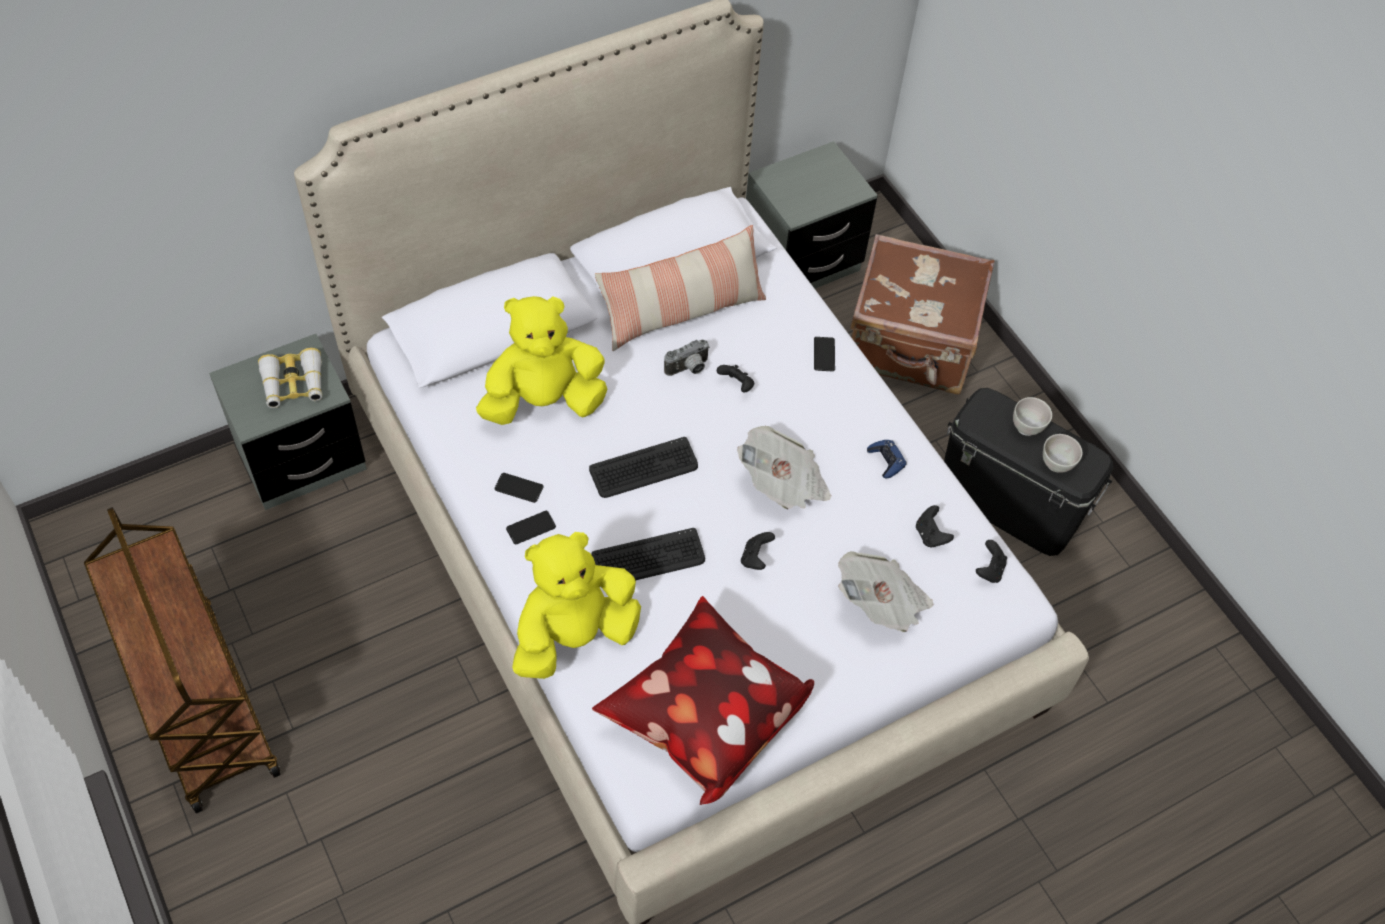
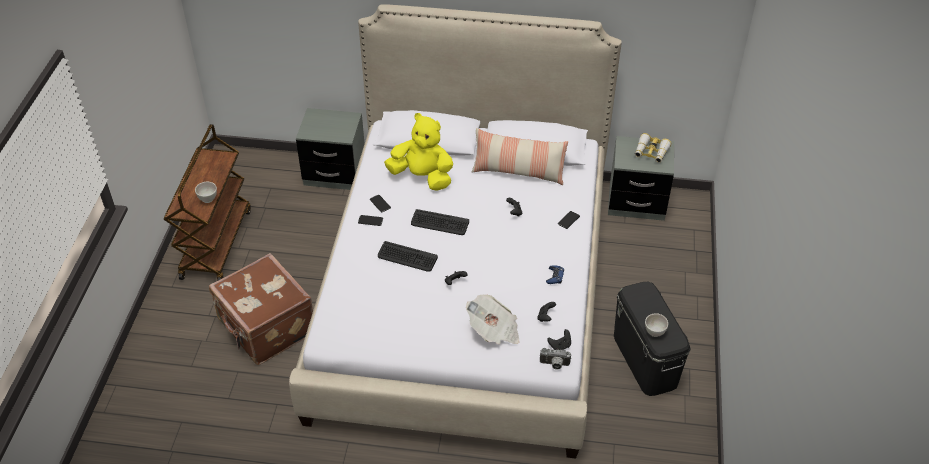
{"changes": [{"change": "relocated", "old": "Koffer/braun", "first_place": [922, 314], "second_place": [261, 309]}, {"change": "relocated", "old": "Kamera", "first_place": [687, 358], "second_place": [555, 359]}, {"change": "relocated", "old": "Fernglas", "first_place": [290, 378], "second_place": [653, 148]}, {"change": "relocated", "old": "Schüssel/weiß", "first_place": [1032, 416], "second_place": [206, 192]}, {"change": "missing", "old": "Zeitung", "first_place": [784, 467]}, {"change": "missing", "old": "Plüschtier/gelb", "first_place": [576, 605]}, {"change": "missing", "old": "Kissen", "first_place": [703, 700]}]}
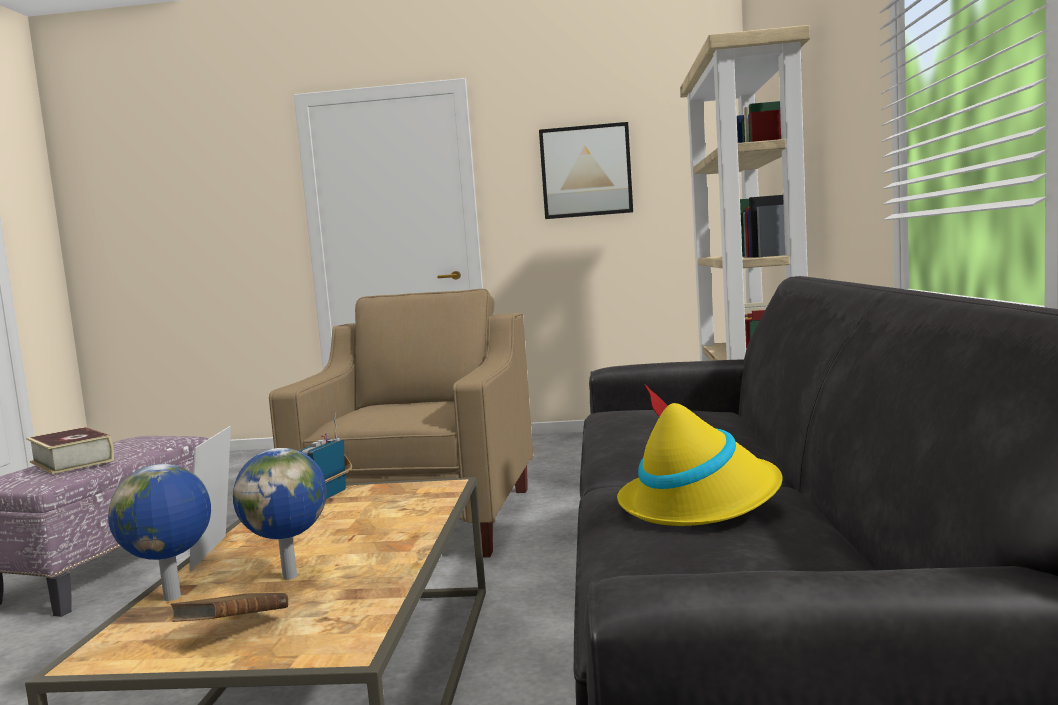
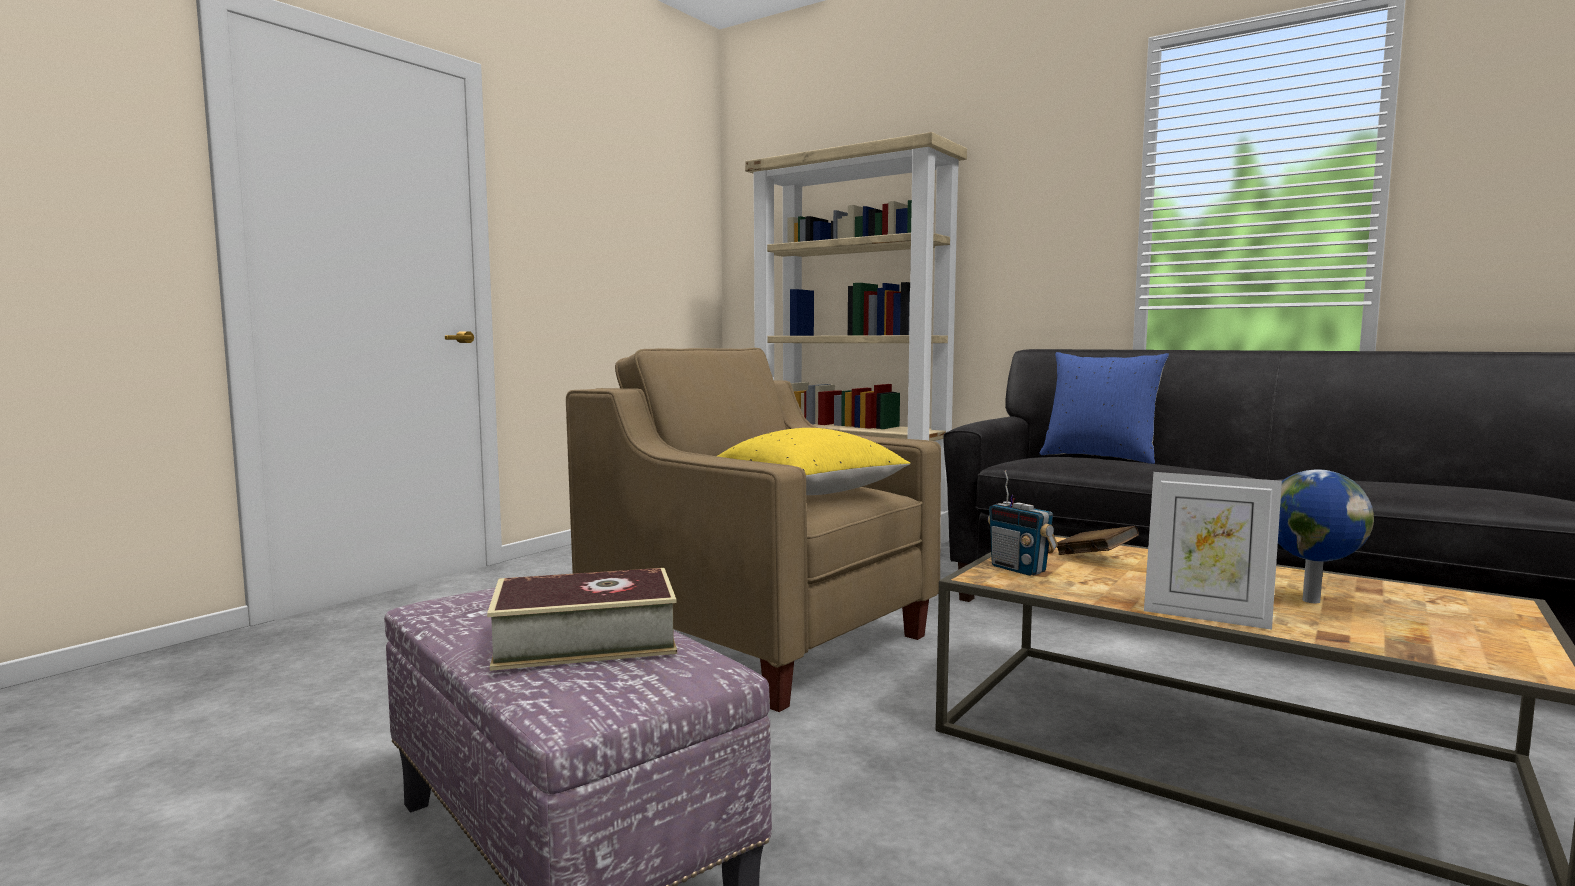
{"changes": [{"change": "missing", "old": "Bild", "first_place": [586, 170]}, {"change": "missing", "old": "Hut/gelb", "first_place": [700, 455]}, {"change": "missing", "old": "Globus", "first_place": [159, 532]}, {"change": "relocated", "old": "Buch/braun", "first_place": [229, 607], "second_place": [1098, 540]}, {"change": "appeared", "new": "Kissen/blau", "second_place": [1104, 408]}, {"change": "appeared", "new": "Kissen/gelb", "second_place": [813, 461]}]}
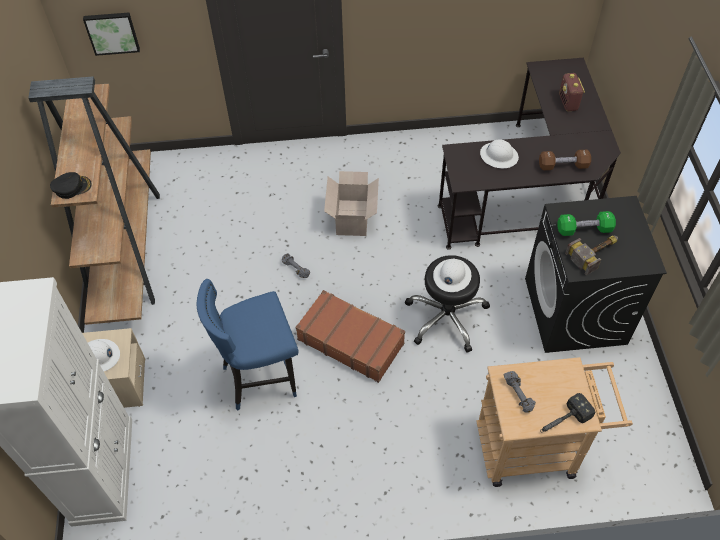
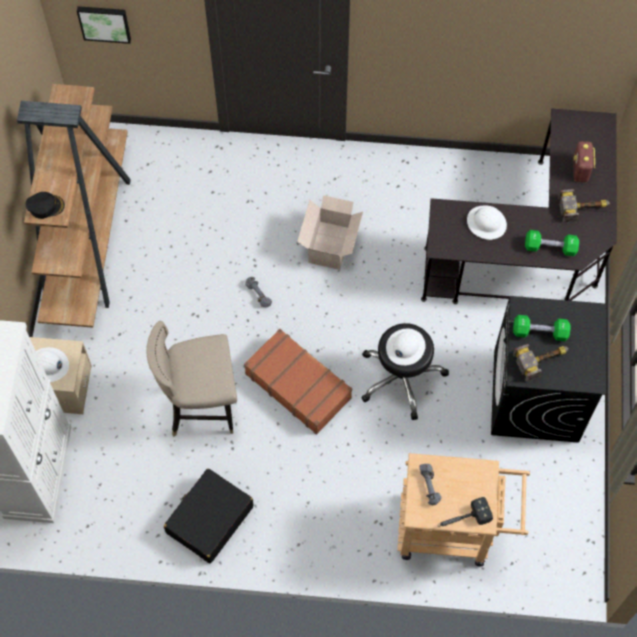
{"changes": [{"change": "colour", "old": "Hantel/braun", "new": "Hantel/grün", "first_place": [565, 160], "second_place": [552, 243]}, {"change": "colour", "old": "Hocker/blau", "new": "Hocker/beige", "first_place": [247, 345], "second_place": [191, 379]}, {"change": "appeared", "new": "Hammer", "second_place": [584, 206]}, {"change": "appeared", "new": "Koffer/schwarz", "second_place": [209, 515]}]}
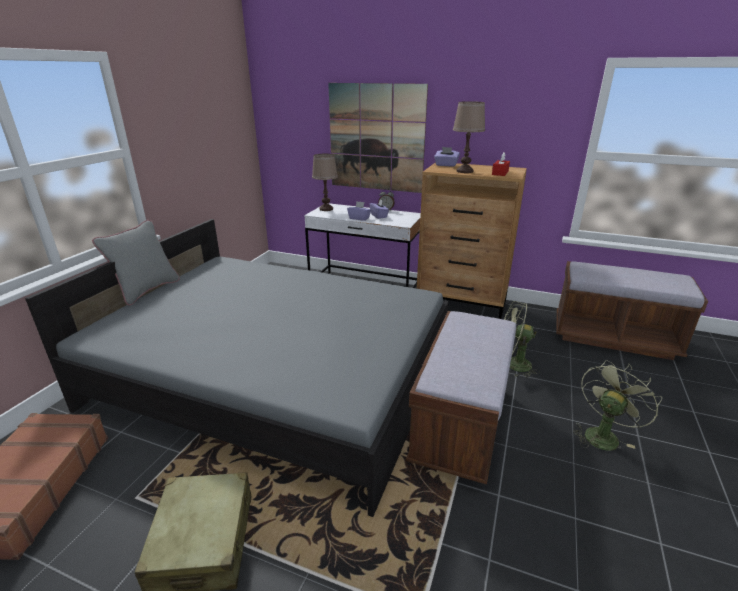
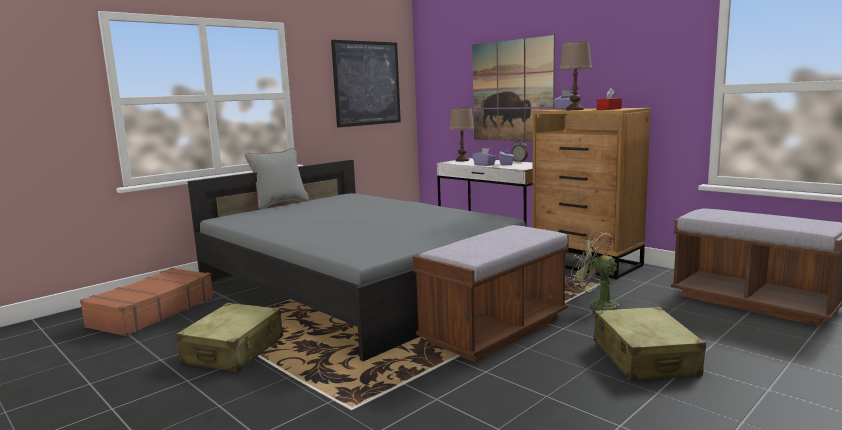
{"changes": [{"change": "exchanged", "old": "Ventilator/grün", "new": "Koffer/beige", "first_place": [617, 405], "second_place": [650, 343]}, {"change": "appeared", "new": "Bild", "second_place": [366, 83]}]}
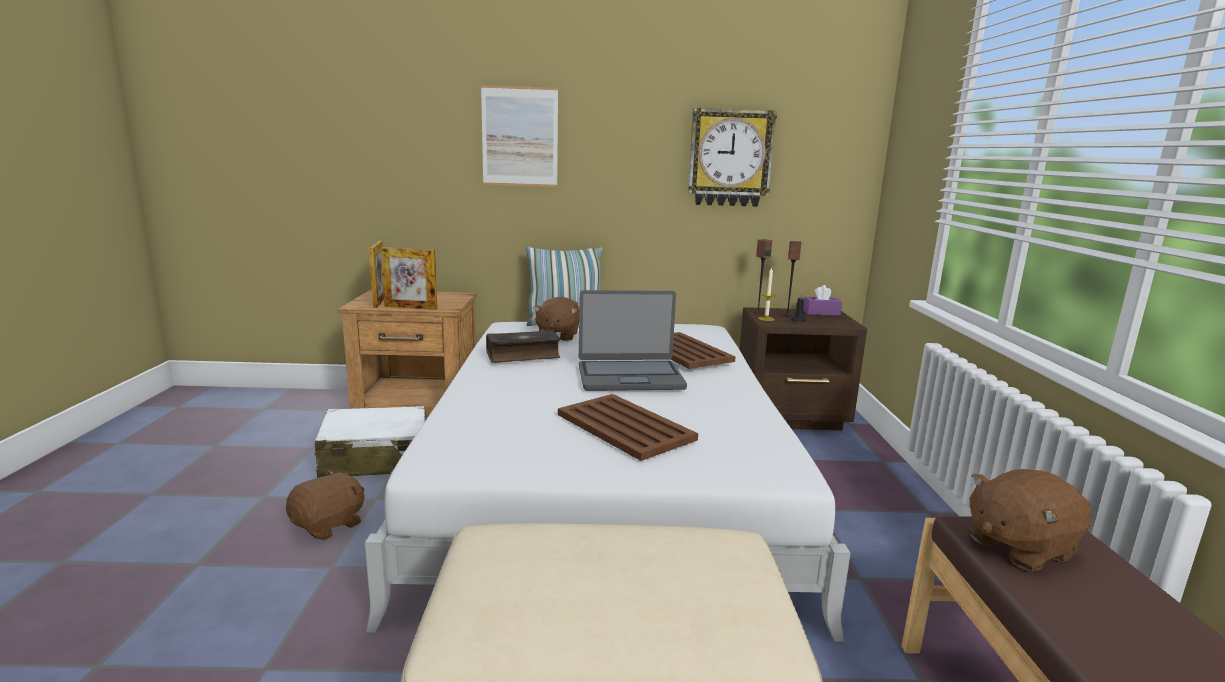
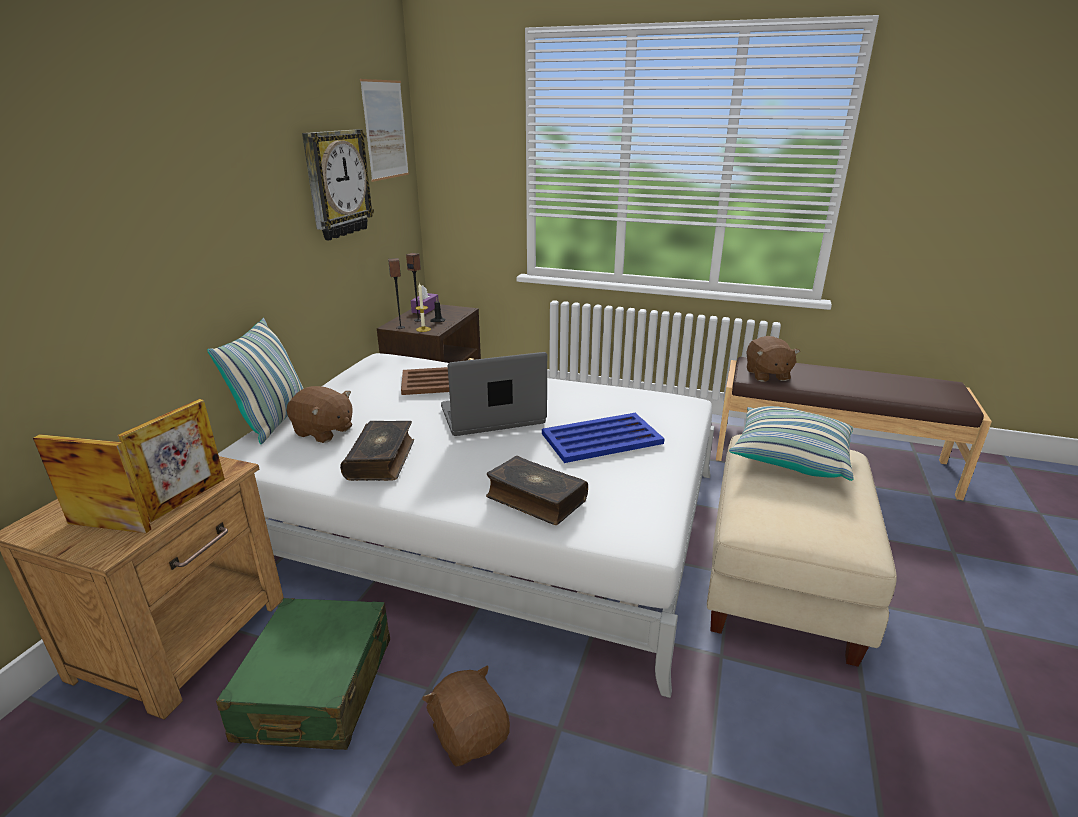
{"changes": [{"change": "relocated", "old": "Bild", "first_place": [519, 136], "second_place": [384, 130]}, {"change": "spun", "old": "Laptop", "first_place": [633, 340], "second_place": [494, 394], "degrees": -120}, {"change": "colour", "old": "Tablett/braun", "new": "Tablett/blau", "first_place": [628, 427], "second_place": [603, 438]}, {"change": "colour", "old": "Koffer/weiß", "new": "Koffer/grün", "first_place": [369, 442], "second_place": [303, 674]}, {"change": "appeared", "new": "Kissen", "second_place": [791, 443]}, {"change": "appeared", "new": "Buch", "second_place": [537, 490]}]}
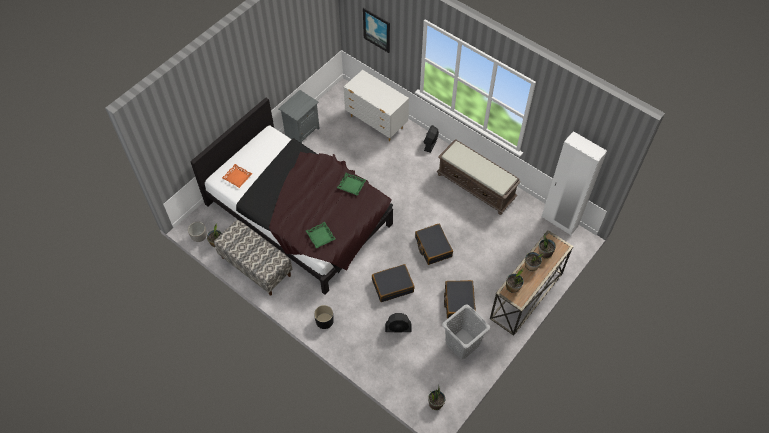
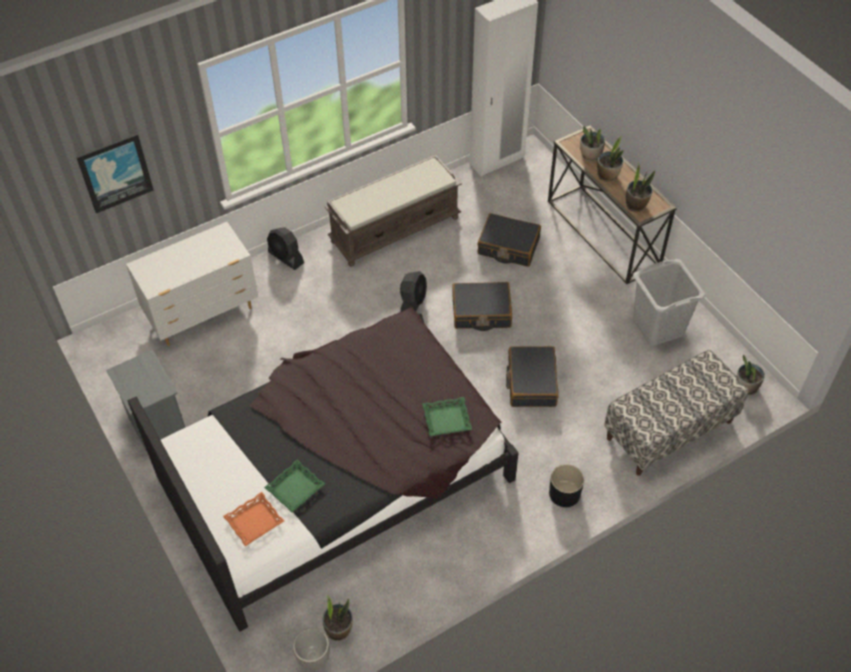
{"changes": [{"change": "relocated", "old": "Tablett/grün", "first_place": [351, 184], "second_place": [294, 485]}, {"change": "relocated", "old": "Bank", "first_place": [253, 258], "second_place": [676, 413]}, {"change": "relocated", "old": "Koffer/schwarz", "first_place": [460, 299], "second_place": [509, 240]}, {"change": "relocated", "old": "Ventilator/schwarz", "first_place": [398, 323], "second_place": [413, 291]}]}
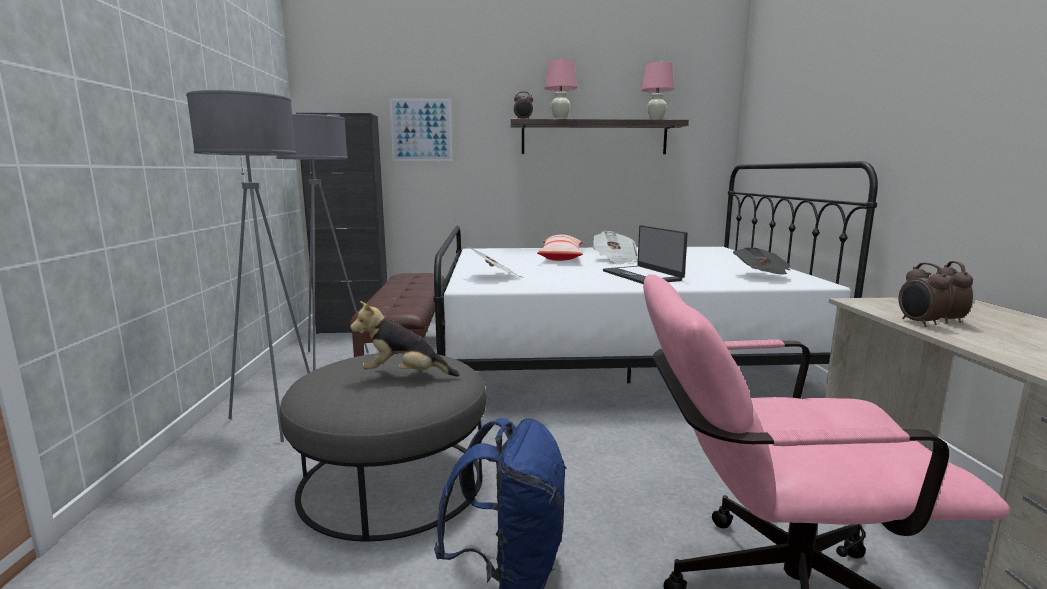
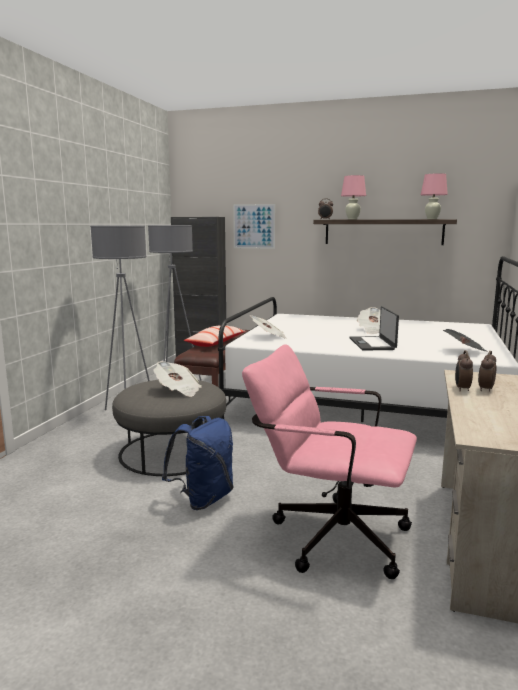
{"changes": [{"change": "relocated", "old": "Kissen", "first_place": [560, 247], "second_place": [214, 336]}, {"change": "exchanged", "old": "Plüschtier", "new": "Zeitung", "first_place": [405, 338], "second_place": [177, 379]}]}
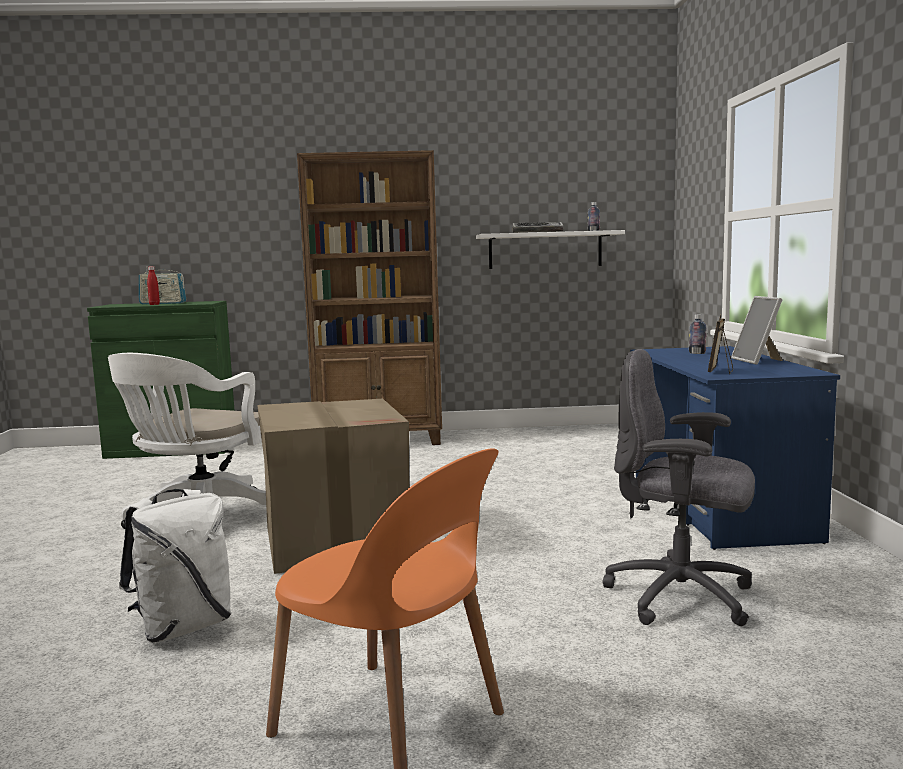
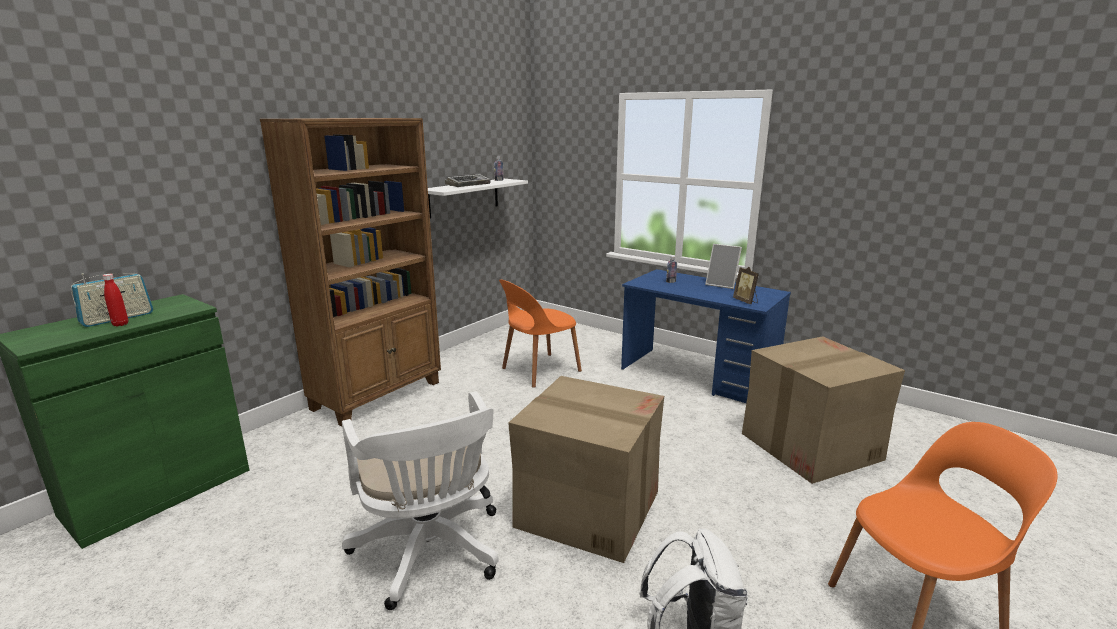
{"changes": [{"change": "exchanged", "old": "Bürostuhl/grau", "new": "Karton", "first_place": [679, 487], "second_place": [823, 410]}, {"change": "appeared", "new": "Stuhl/orange", "second_place": [540, 333]}]}
